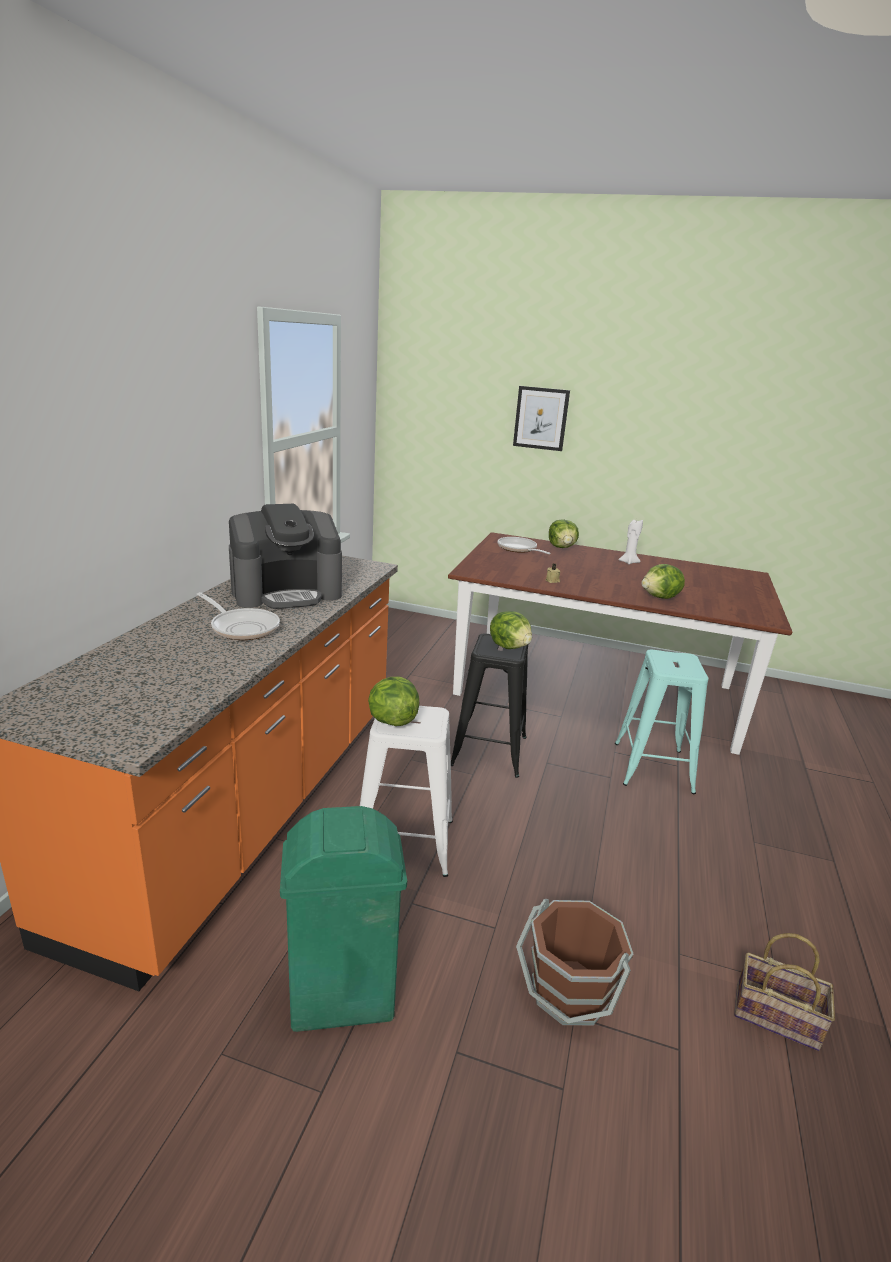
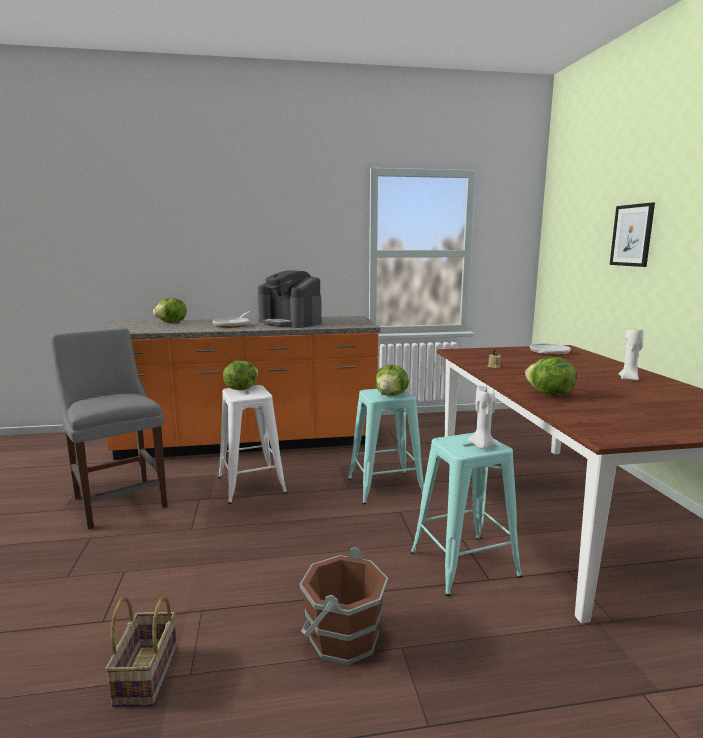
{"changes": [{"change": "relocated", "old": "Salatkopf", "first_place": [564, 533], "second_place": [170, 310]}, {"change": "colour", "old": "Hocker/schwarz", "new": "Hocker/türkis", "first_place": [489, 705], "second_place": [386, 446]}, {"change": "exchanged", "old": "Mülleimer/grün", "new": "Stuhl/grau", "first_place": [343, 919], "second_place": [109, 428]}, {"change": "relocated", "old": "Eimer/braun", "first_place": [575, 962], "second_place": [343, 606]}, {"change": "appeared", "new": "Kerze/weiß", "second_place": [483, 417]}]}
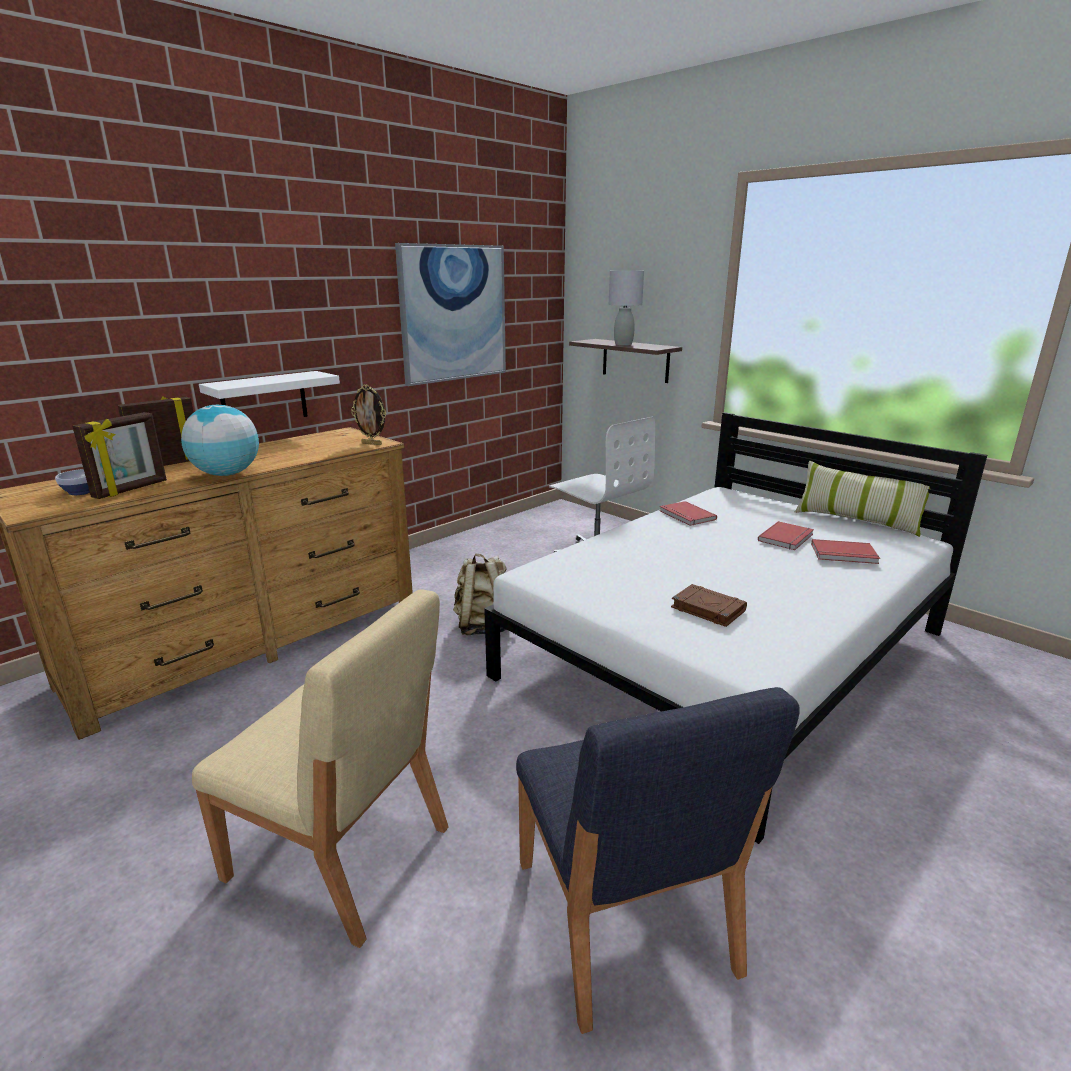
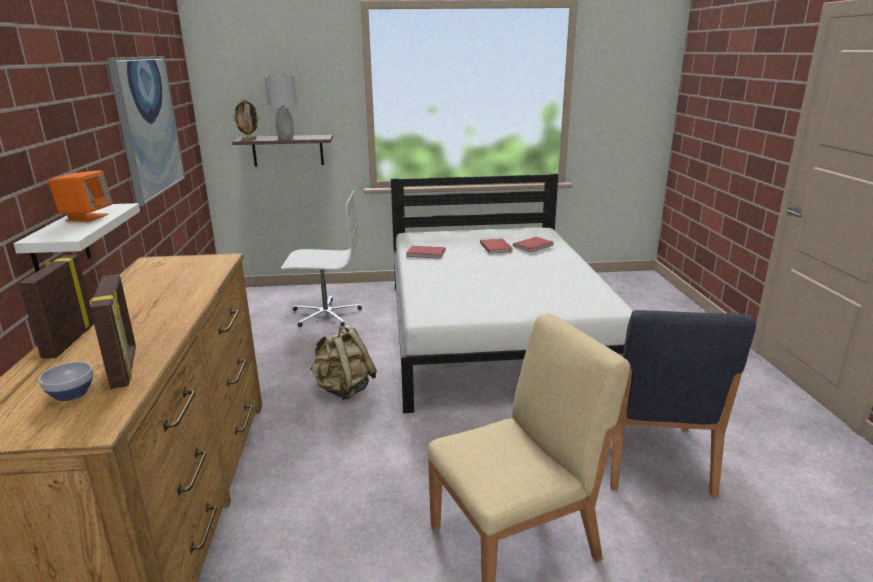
{"changes": [{"change": "relocated", "old": "Bilderrahmen", "first_place": [368, 414], "second_place": [246, 119]}, {"change": "missing", "old": "Globus", "first_place": [220, 440]}, {"change": "missing", "old": "Kissen", "first_place": [862, 499]}, {"change": "missing", "old": "Buch/braun", "first_place": [709, 605]}, {"change": "spun", "old": "Stuhl/blau", "first_place": [658, 860], "second_place": [683, 404], "degrees": 75}, {"change": "appeared", "new": "Lautsprecher/orange", "second_place": [80, 196]}]}
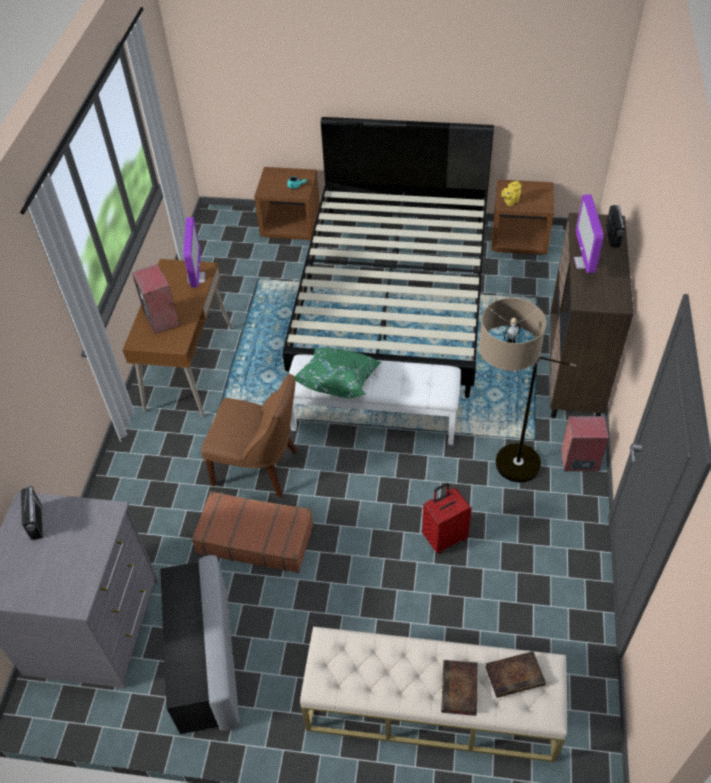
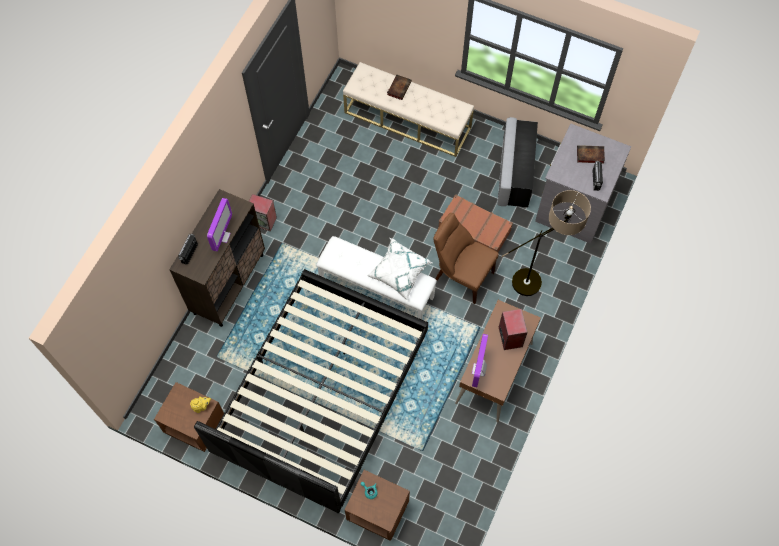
{"changes": [{"change": "relocated", "old": "Stehlampe", "first_place": [528, 390], "second_place": [546, 243]}, {"change": "colour", "old": "Kissen/grün", "new": "Kissen/weiß", "first_place": [338, 372], "second_place": [399, 269]}, {"change": "missing", "old": "Koffer/rot", "first_place": [447, 518]}, {"change": "relocated", "old": "Buch", "first_place": [515, 674], "second_place": [591, 154]}]}
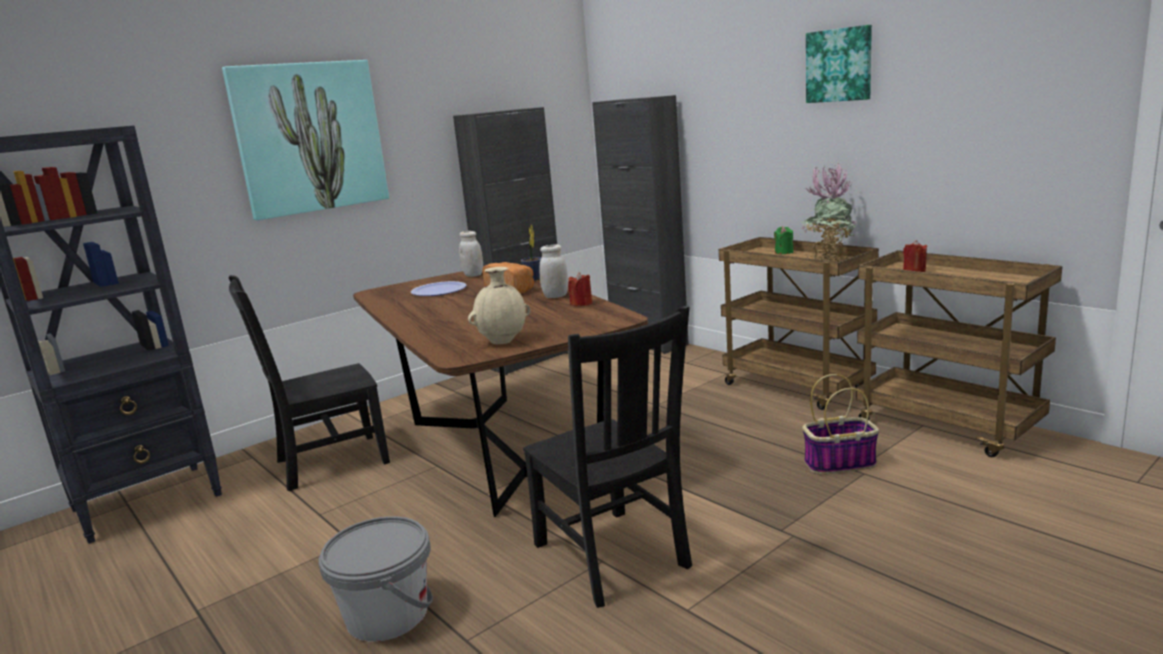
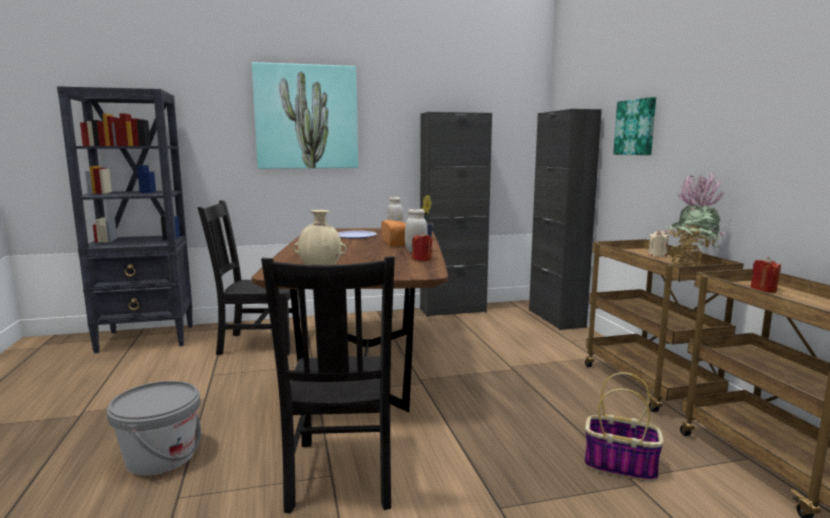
{"changes": [{"change": "relocated", "old": "Bild", "first_place": [839, 64], "second_place": [634, 126]}, {"change": "colour", "old": "Kerze/grün", "new": "Kerze/beige", "first_place": [784, 240], "second_place": [658, 243]}]}
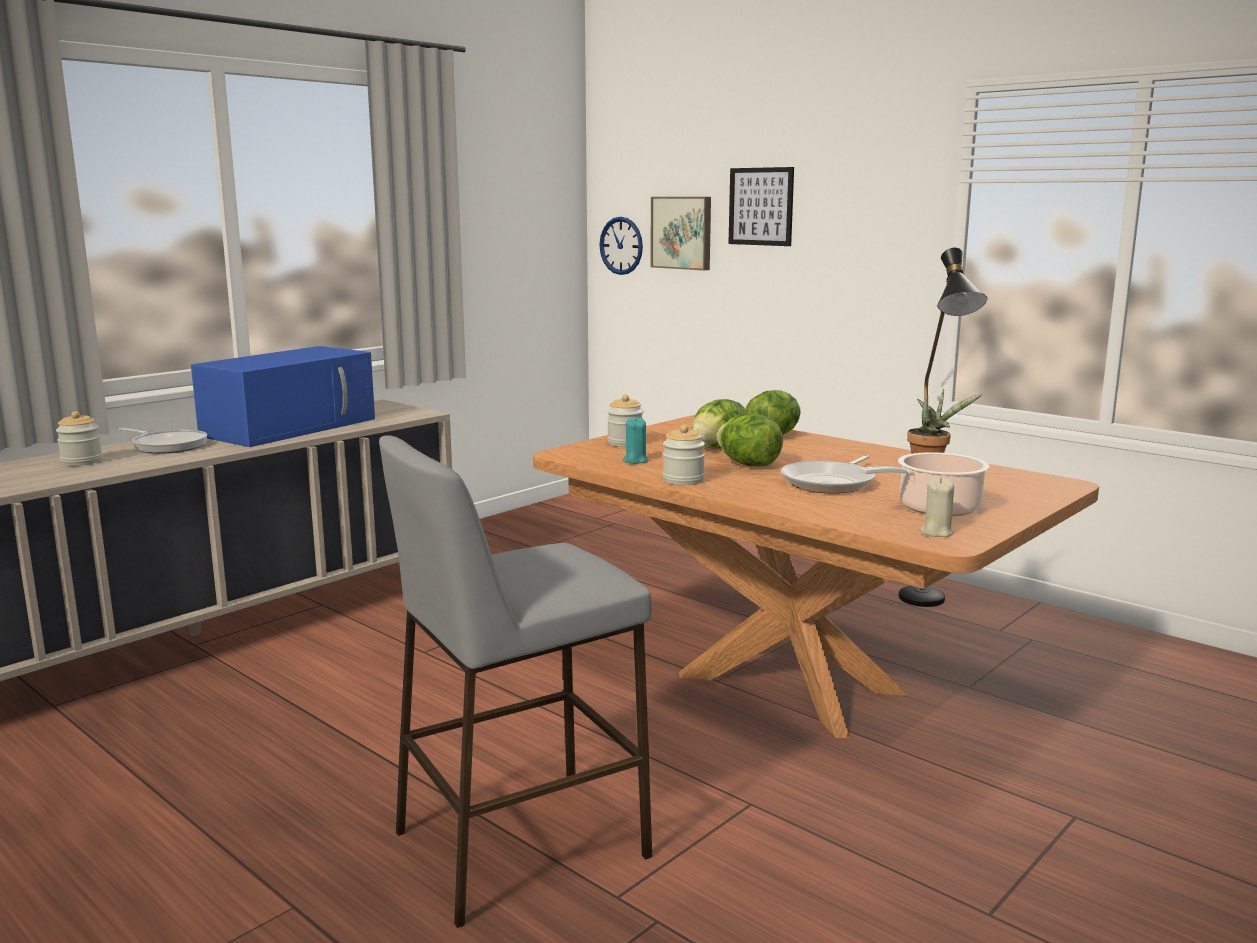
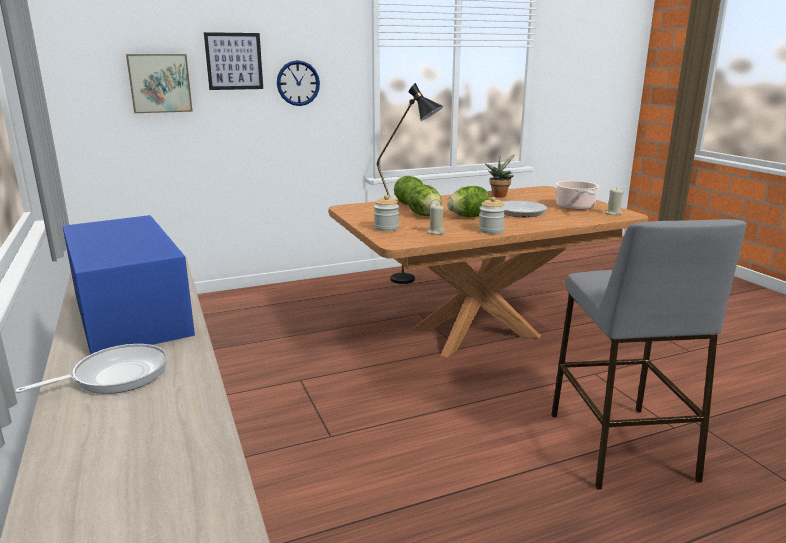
{"changes": [{"change": "relocated", "old": "Wanduhr", "first_place": [621, 246], "second_place": [298, 83]}, {"change": "missing", "old": "Vorratsglas", "first_place": [79, 438]}, {"change": "colour", "old": "Kerze/türkis", "new": "Kerze/beige", "first_place": [635, 440], "second_place": [436, 219]}]}
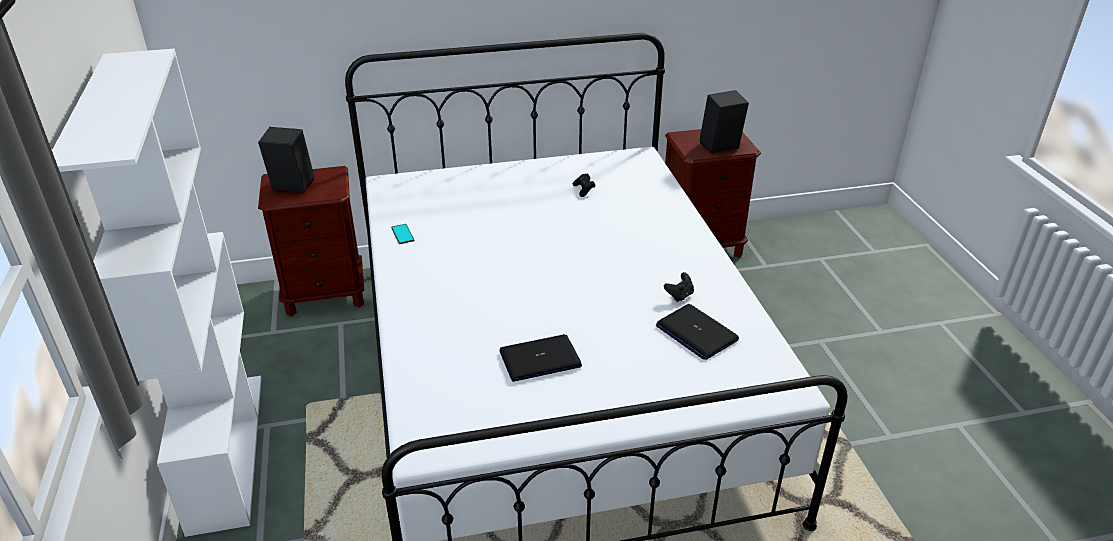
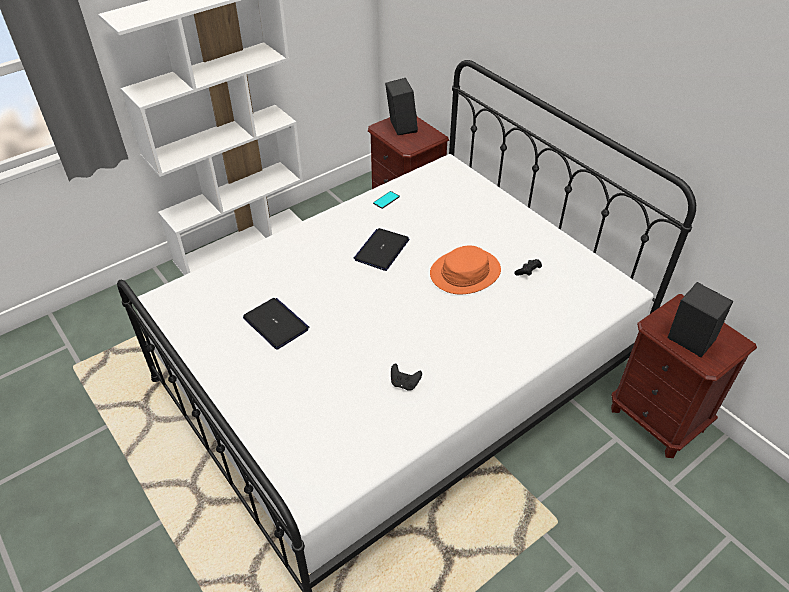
{"changes": [{"change": "relocated", "old": "Laptop", "first_place": [697, 332], "second_place": [381, 249]}, {"change": "appeared", "new": "Hut/orange", "second_place": [465, 270]}]}
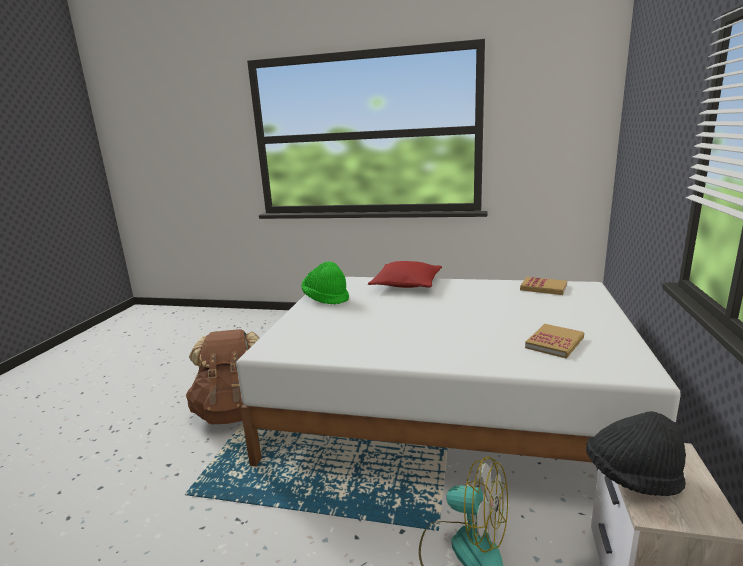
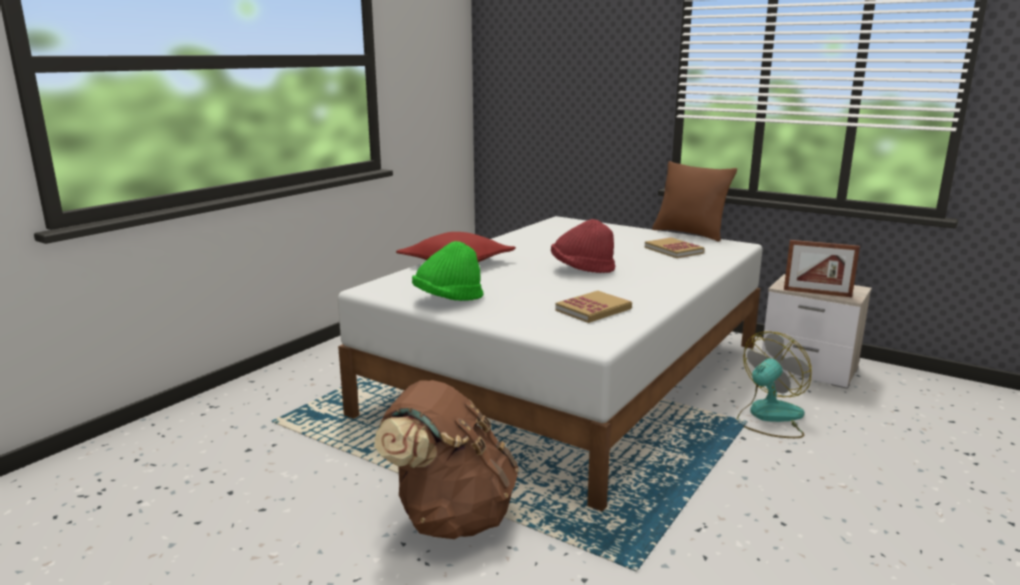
{"changes": [{"change": "relocated", "old": "Buch", "first_place": [543, 286], "second_place": [593, 307]}, {"change": "exchanged", "old": "Hut/schwarz", "new": "Bilderrahmen", "first_place": [636, 453], "second_place": [822, 268]}, {"change": "appeared", "new": "Kissen/braun", "second_place": [694, 201]}, {"change": "appeared", "new": "Hut/rot", "second_place": [583, 246]}]}
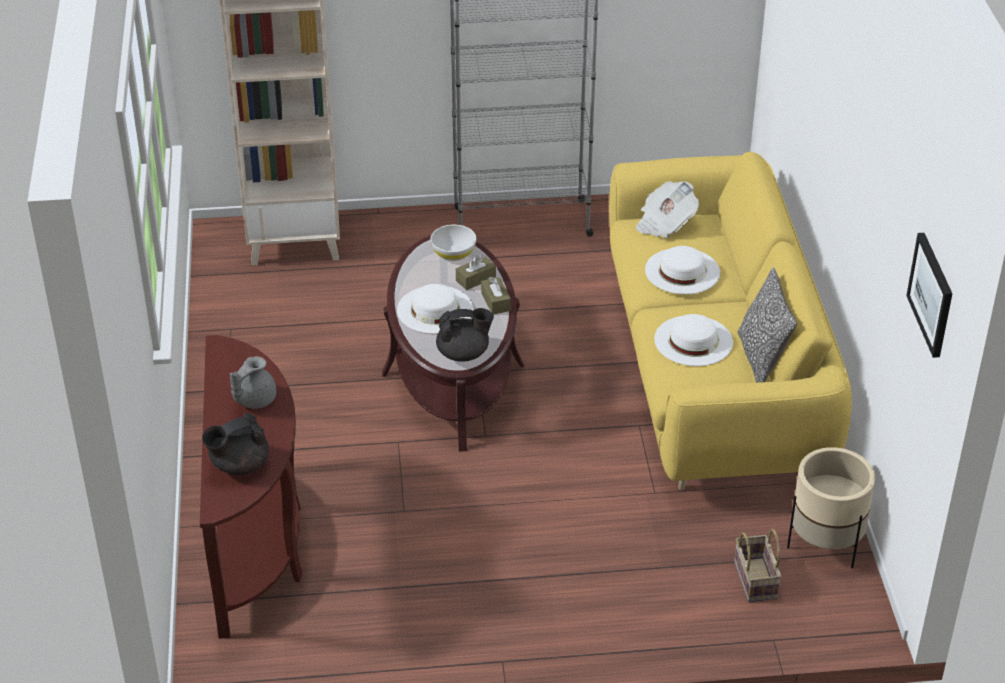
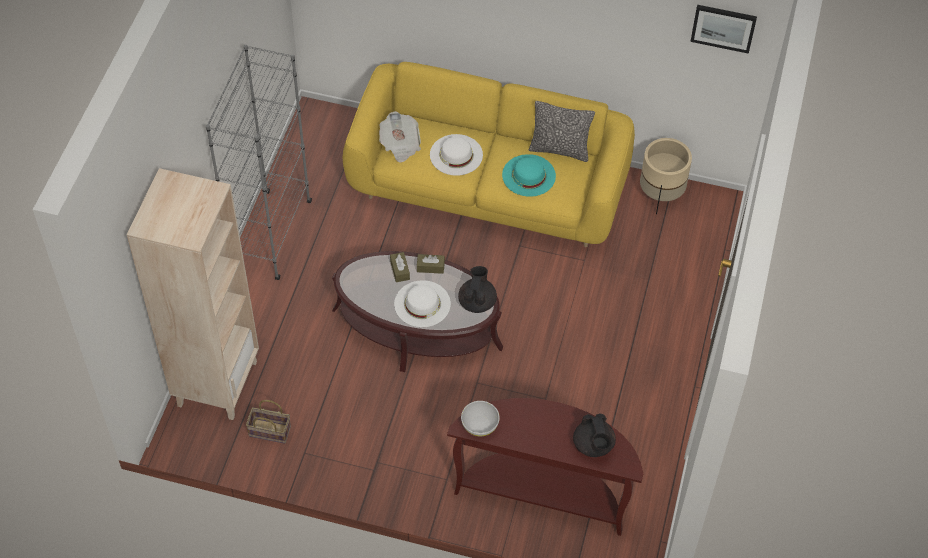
{"changes": [{"change": "relocated", "old": "Schüssel/weiß", "first_place": [453, 243], "second_place": [480, 418]}, {"change": "colour", "old": "Hut/weiß", "new": "Hut/türkis", "first_place": [693, 340], "second_place": [529, 175]}, {"change": "missing", "old": "Teekanne/grau", "first_place": [253, 382]}, {"change": "relocated", "old": "Korb", "first_place": [758, 565], "second_place": [268, 422]}]}
